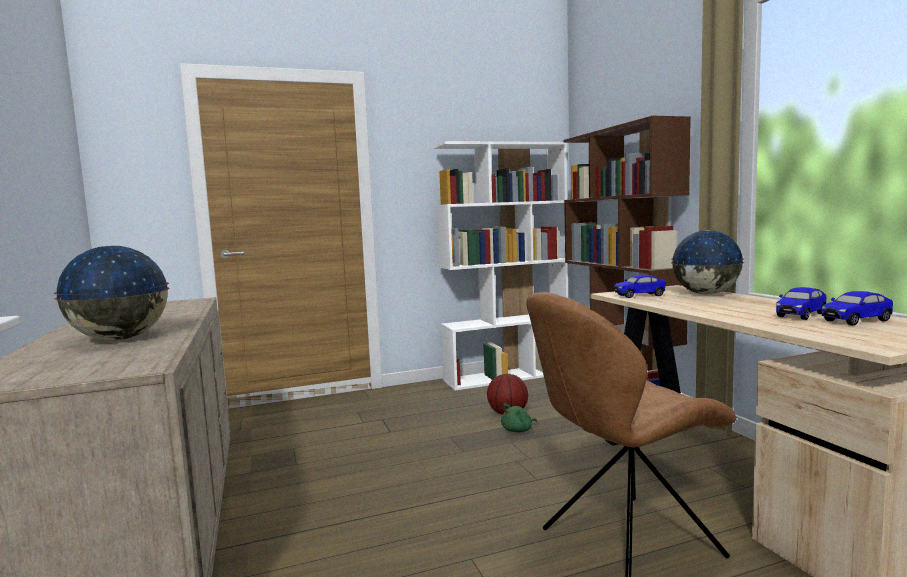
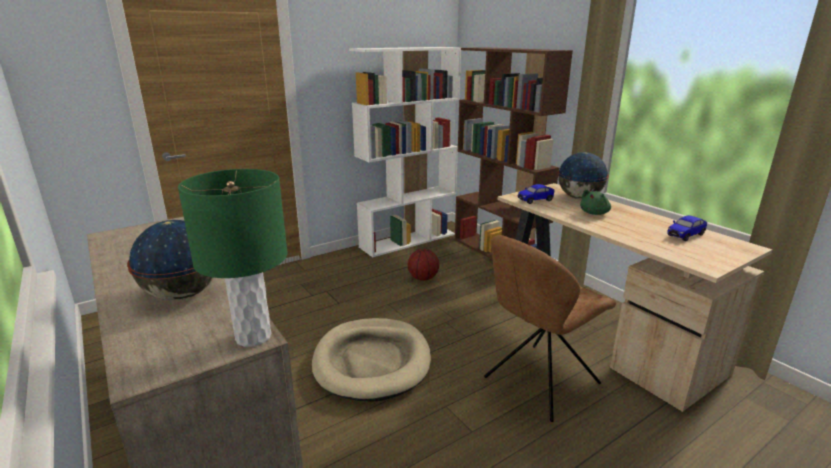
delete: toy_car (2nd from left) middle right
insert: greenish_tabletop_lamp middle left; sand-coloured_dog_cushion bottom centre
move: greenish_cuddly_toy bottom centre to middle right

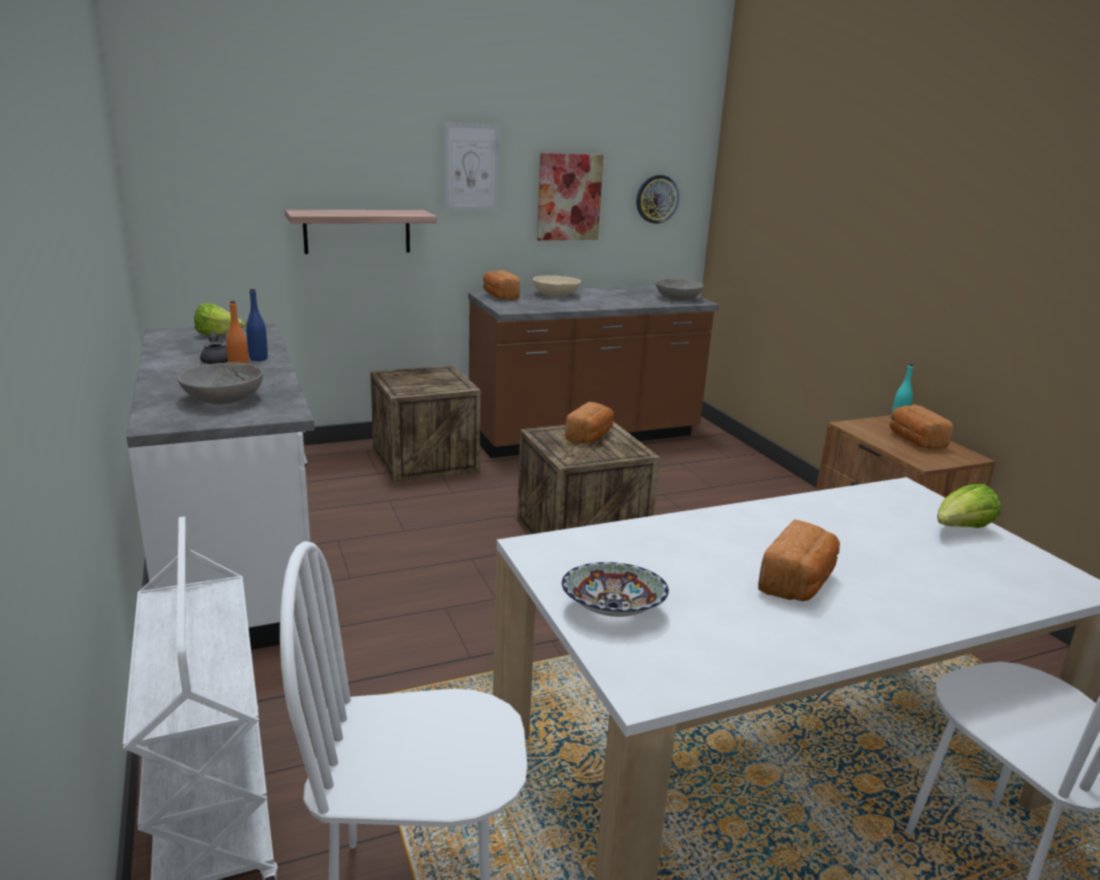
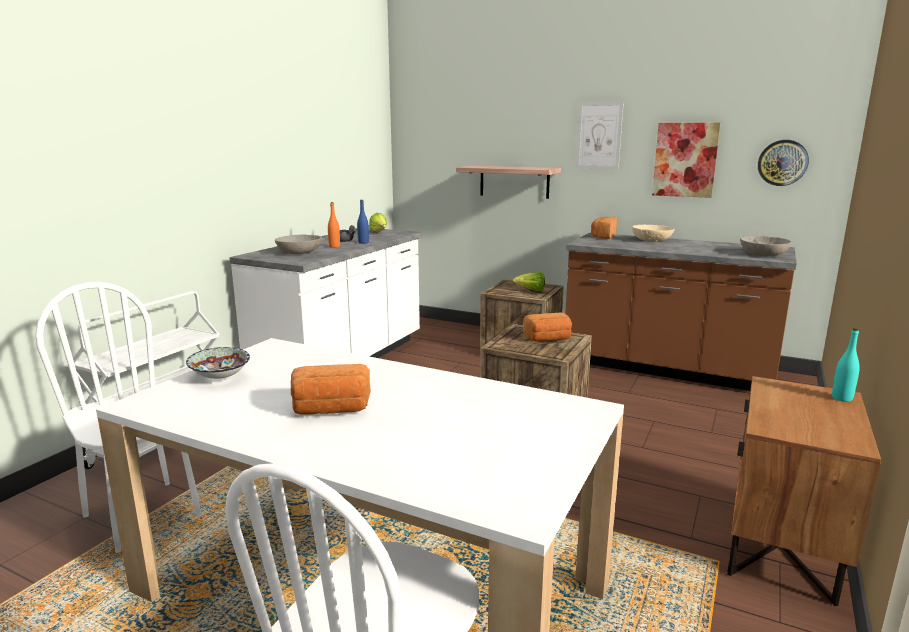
delete: baked_bread (4th from left) middle right
move: lettuce_head (2nd from left) middle right to centre

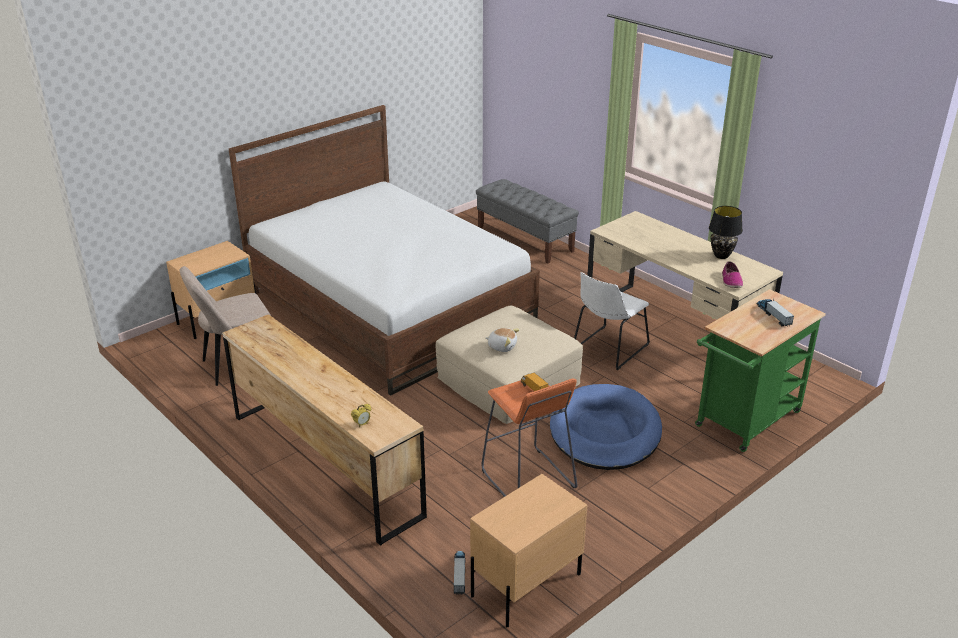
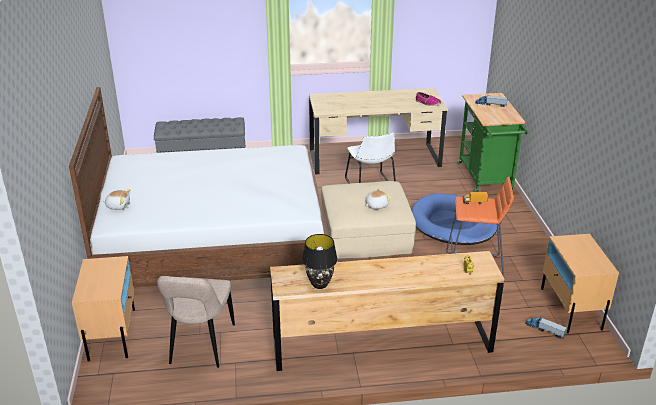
insert: cuddly_toy (1st from left) middle left
move: black-coloured_tabletop_lamp middle right to centre

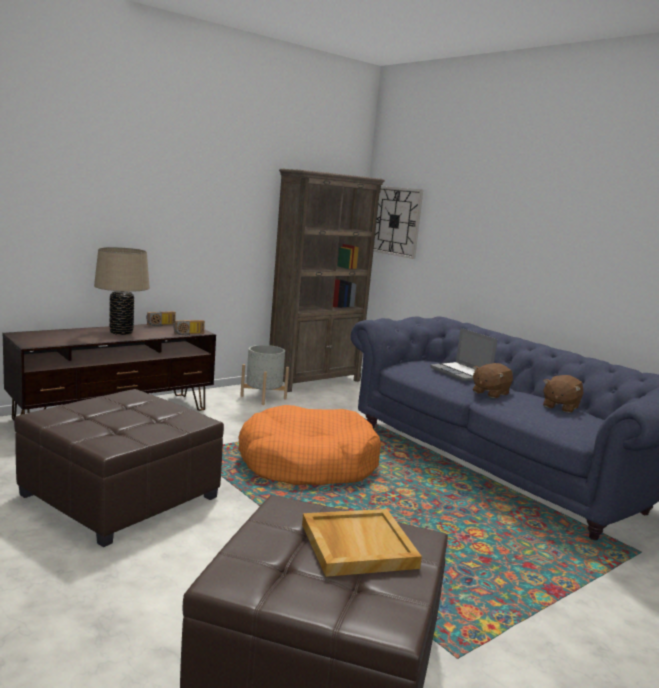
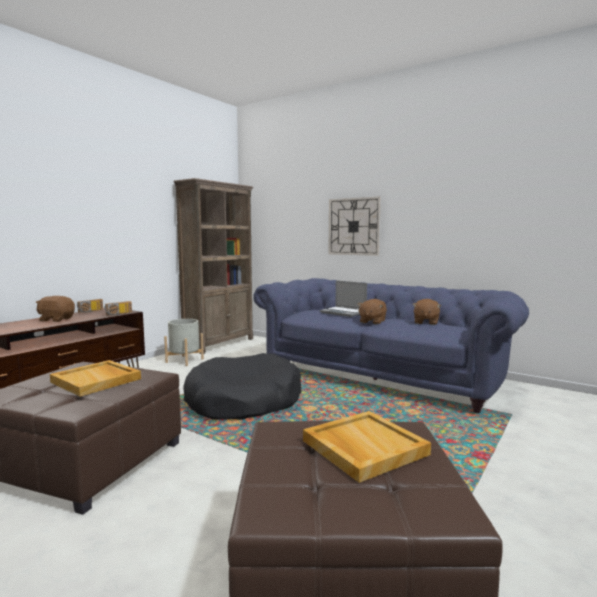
insert: sand-coloured_tray (1st from left) middle left
move: clock_on_the_wall top centre to centre
replace: sand-coloured_tabletop_lamp middle left to brownish_cuddly_toy (1st from left) middle left
recolor: orangey_dog_cushion centre to black-coloured_dog_cushion centre

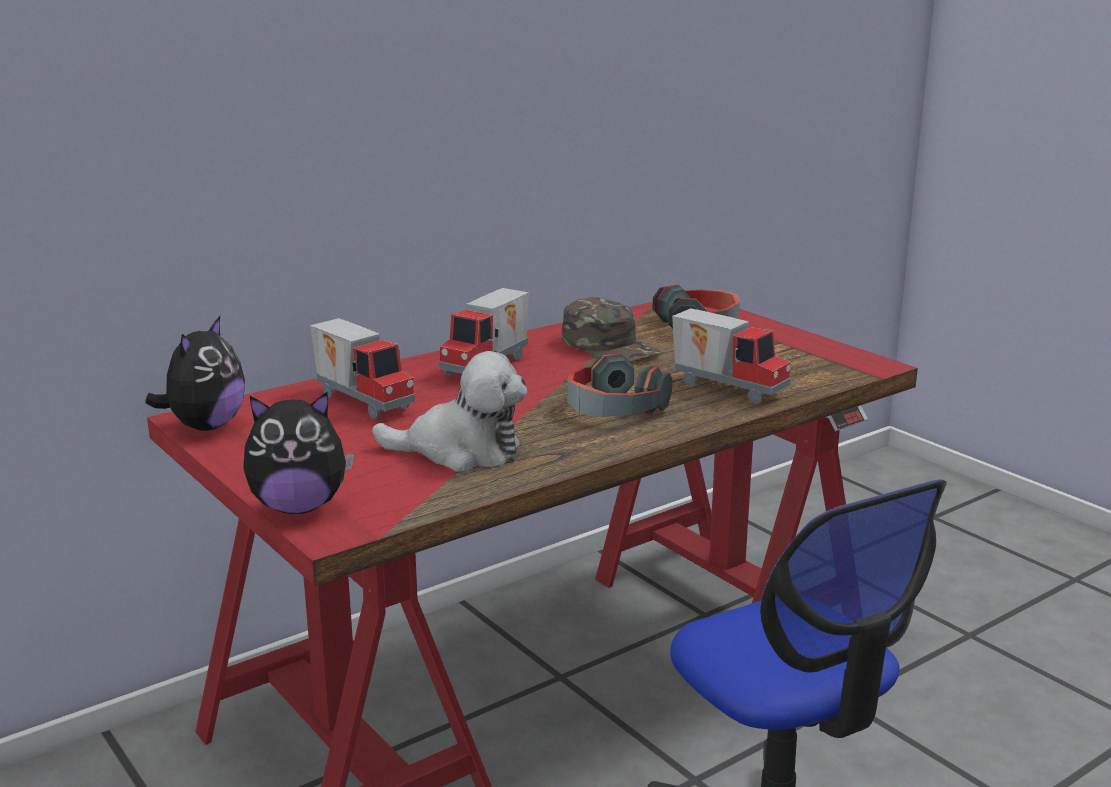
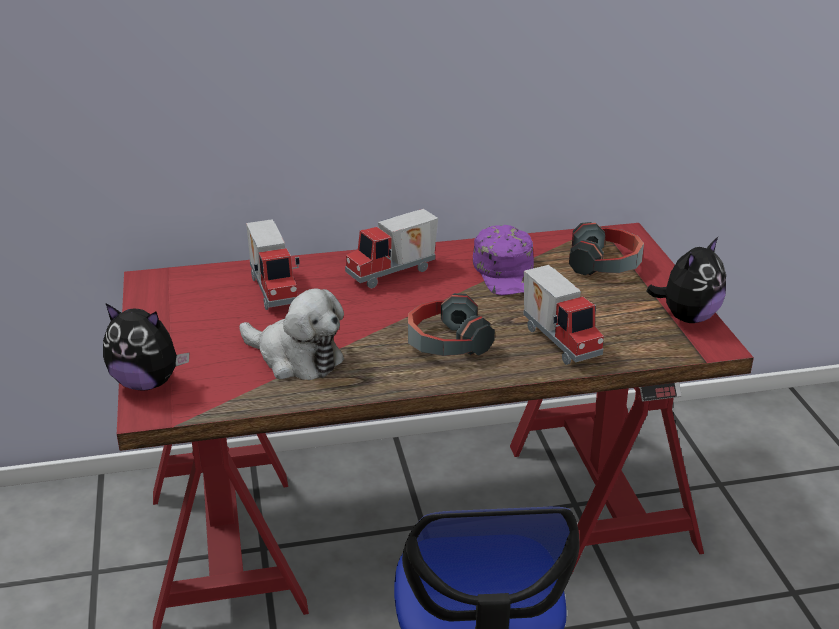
move: cuddly_toy (1st from left in the first image) middle left to cuddly_toy (3rd from left) middle right
recolor: greenish_peaked_cap centre to purple-coloured_peaked_cap centre

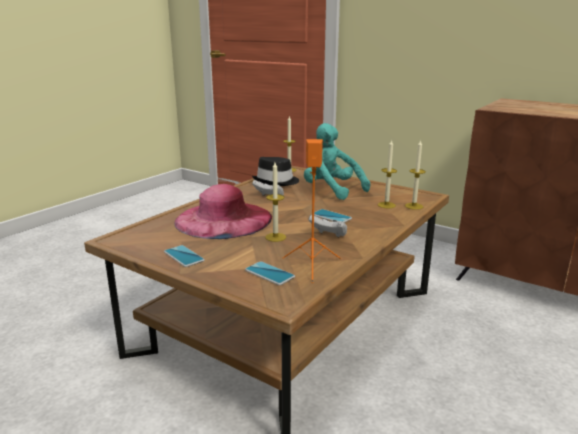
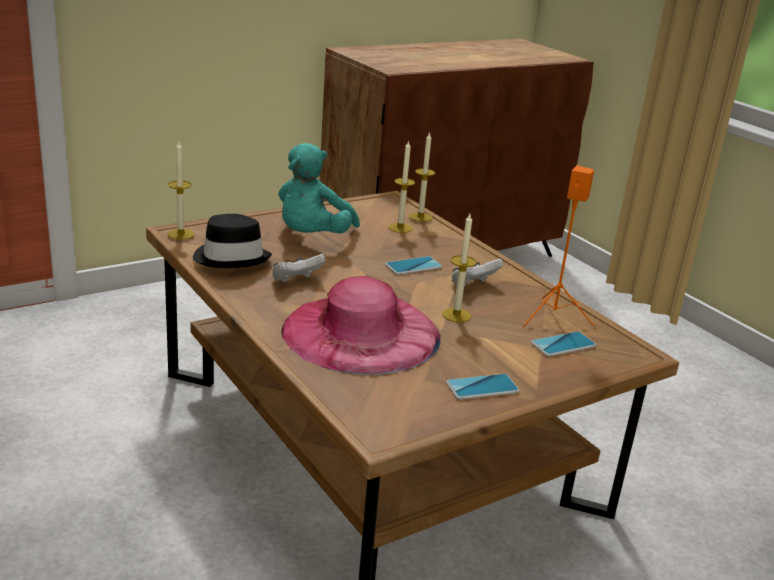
rotate: blue-green_cuddly_toy centre = top centre 45 degrees counterclockwise

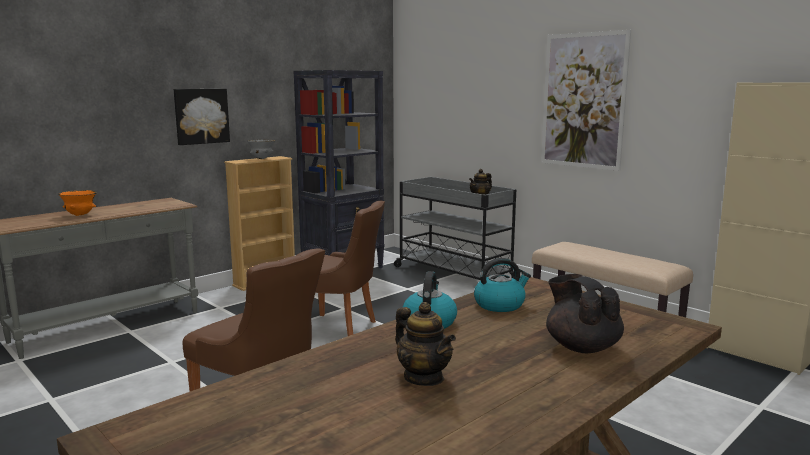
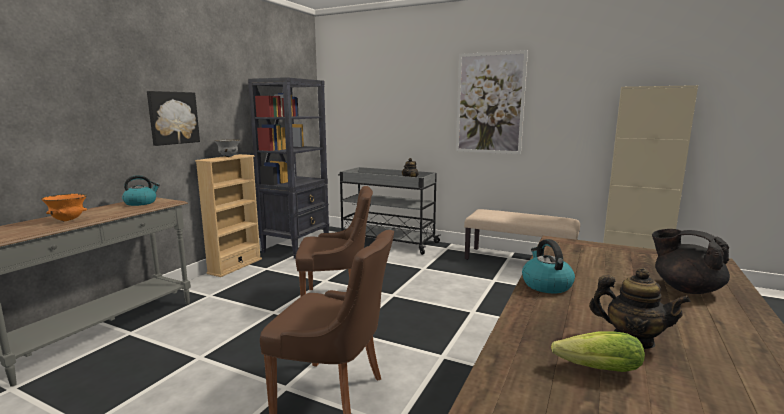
insert: lettuce_head bottom right
move: tea_kettle (2nd from left in the first image) centre to tea_kettle (1st from left) middle left

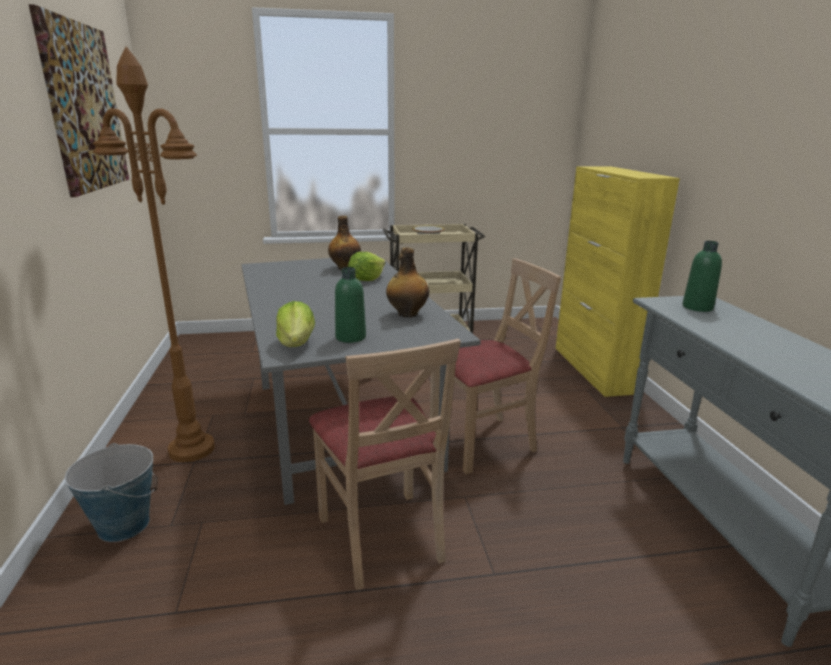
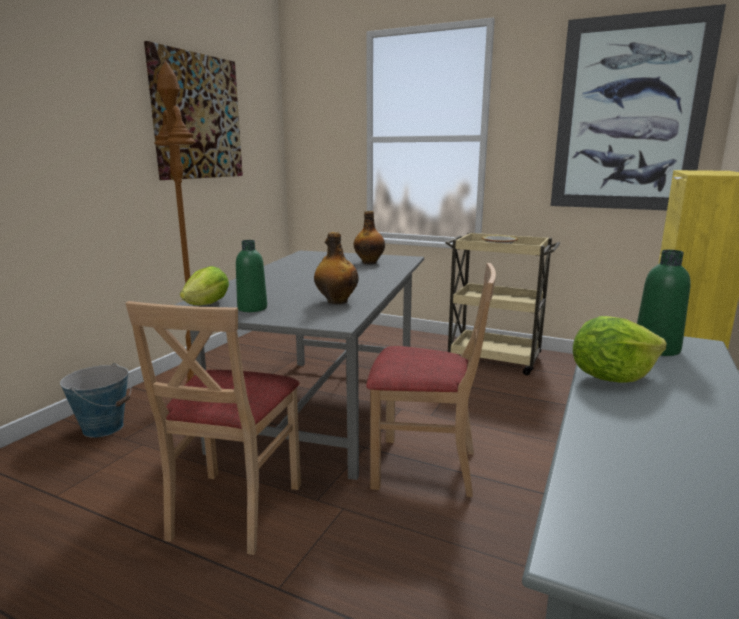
insert: picture (2nd from left) top right
move: lettuce_head (2nd from left) centre to middle right

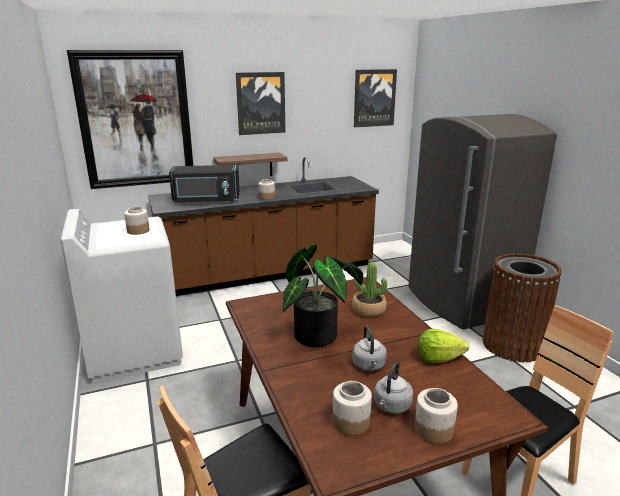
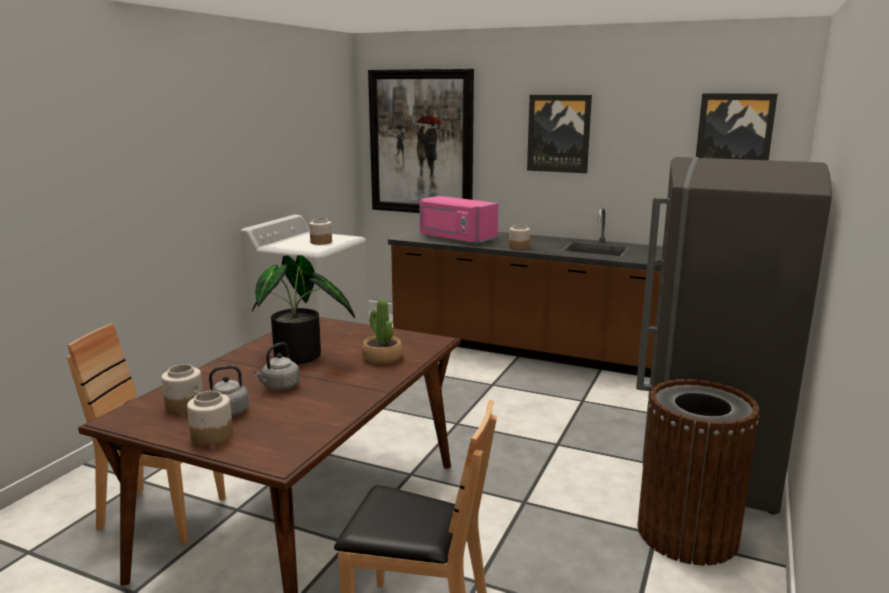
delete: wall_shelf top centre; lettuce_head bottom right
recolor: black-coloured_microwave middle left to pinkish_microwave centre

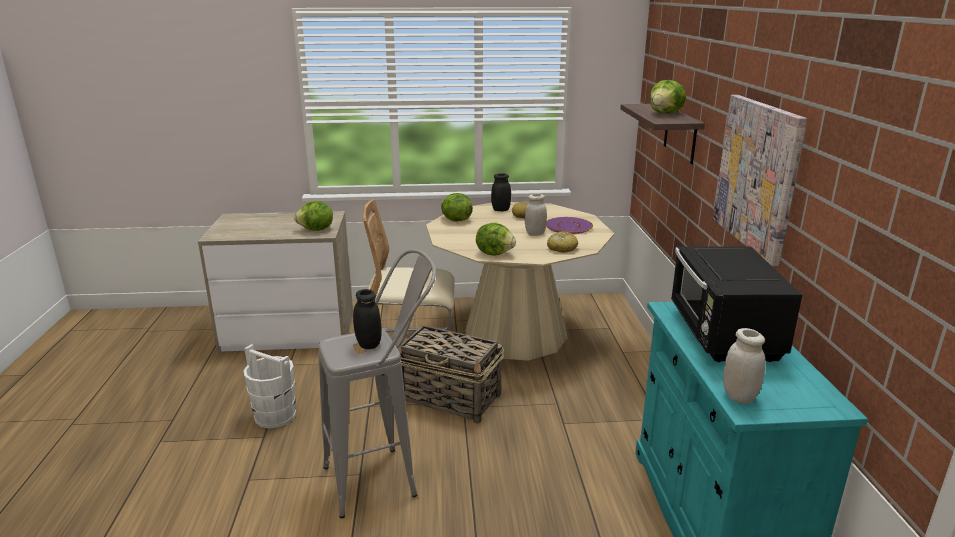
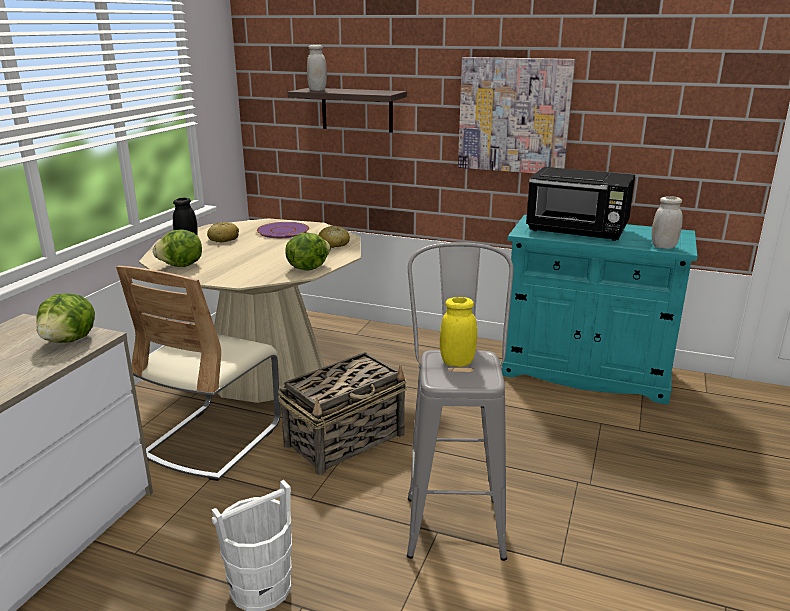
delete: lettuce_head (4th from left) top right
move: whitish_storage_jar (1st from left) centre to top centre
recolor: black-coloured_storage_jar (1st from left) centre to yellow-coloured_storage_jar centre

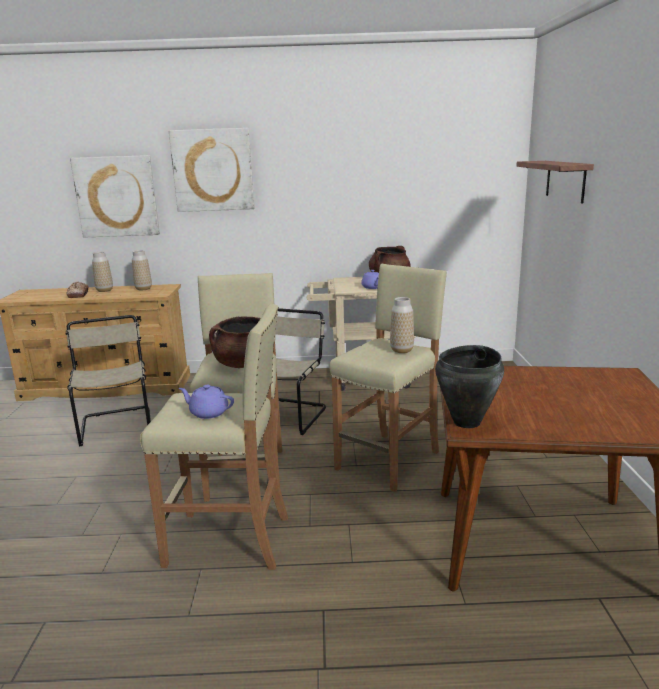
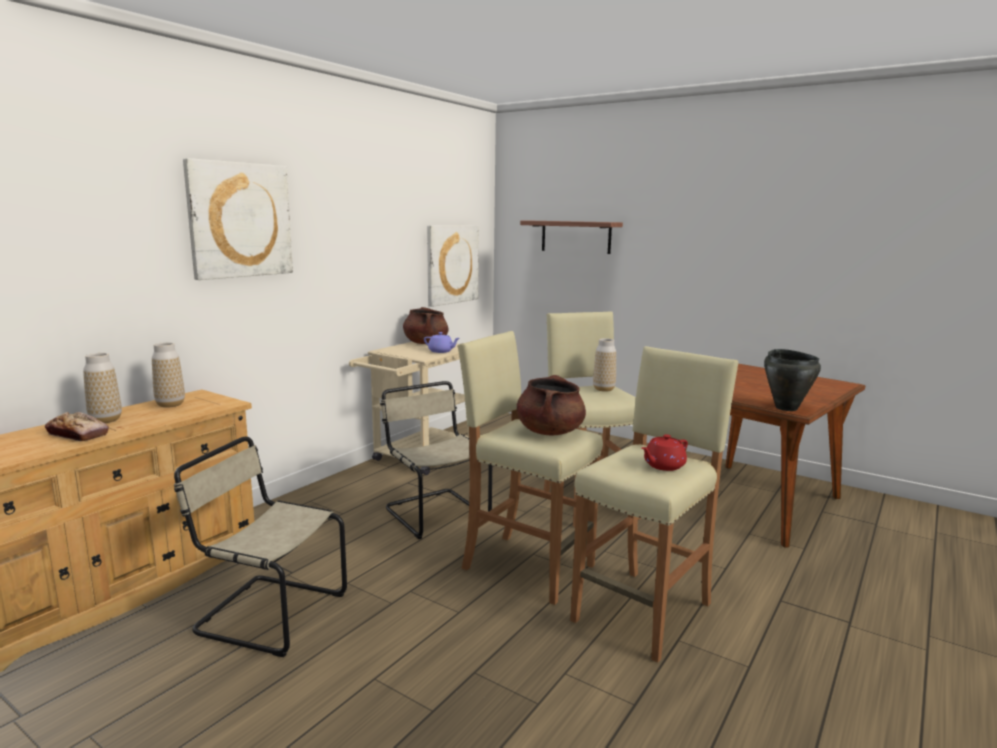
move: picture (1st from left in the first image) top left to picture (2nd from left) centre
recolor: purple-coloured_tea_pot (1st from left) middle left to red_tea_pot centre

